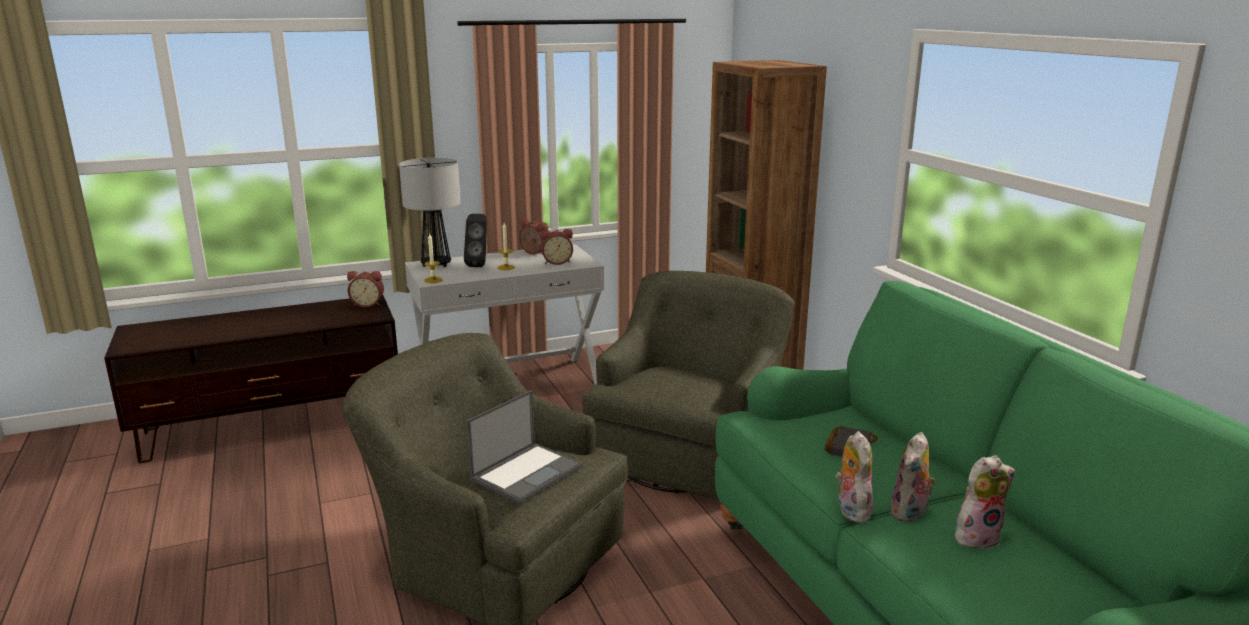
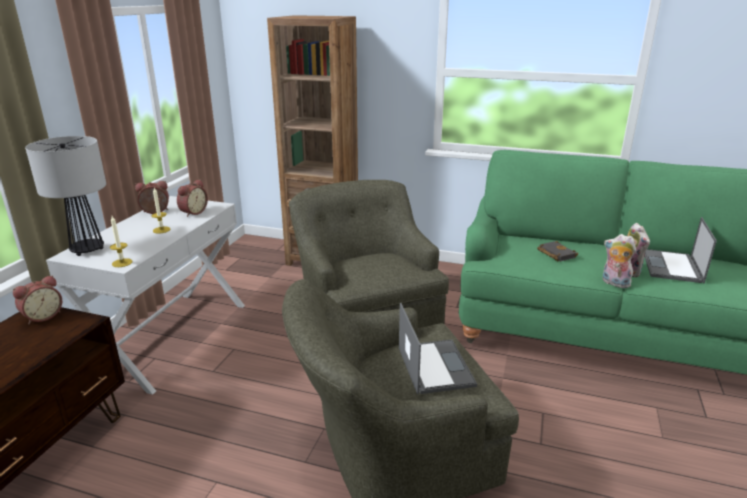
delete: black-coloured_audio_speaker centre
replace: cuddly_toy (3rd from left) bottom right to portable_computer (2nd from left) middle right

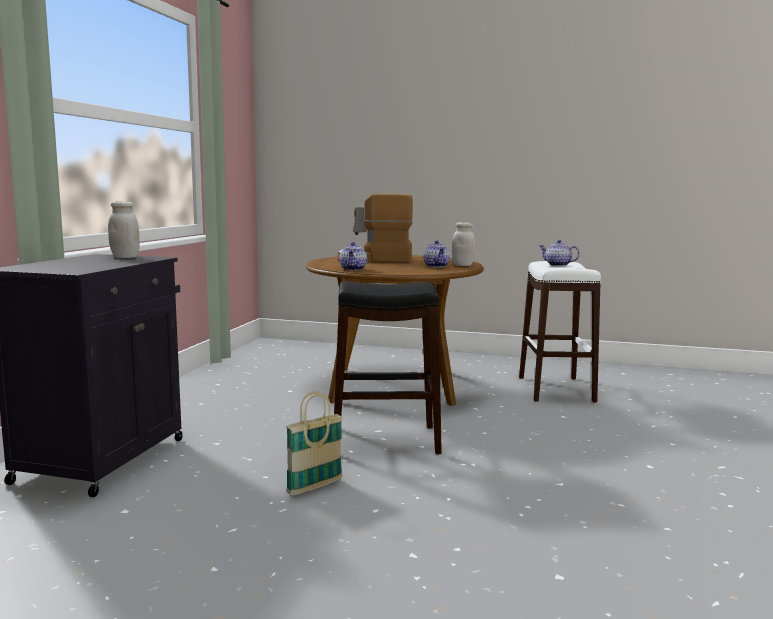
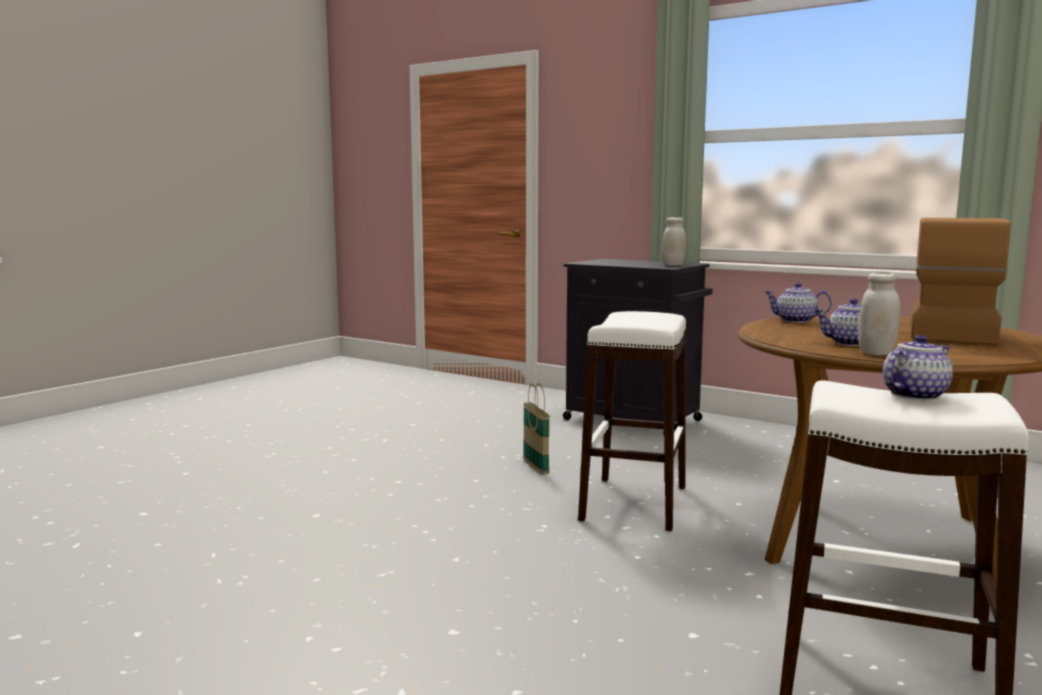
recolor: black-coloured_stool_seat centre to whitish_stool_seat (1st from left) centre

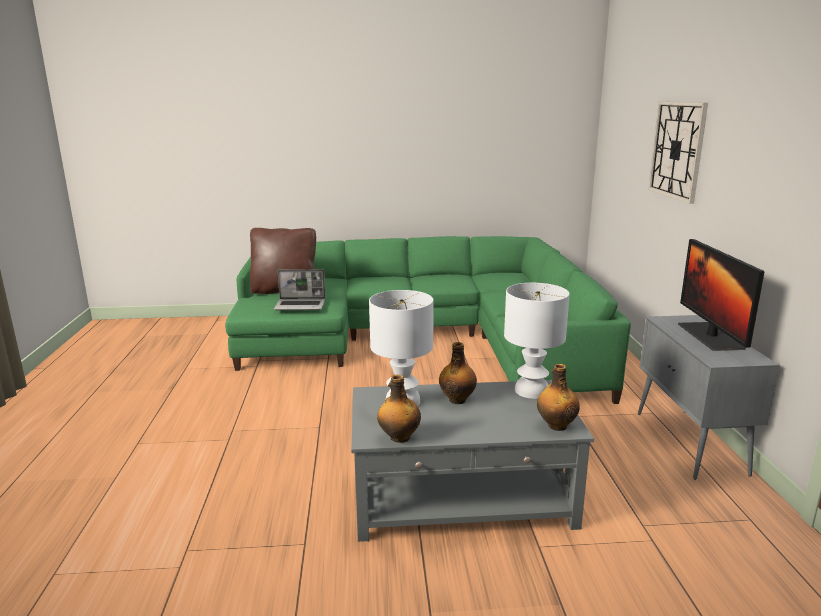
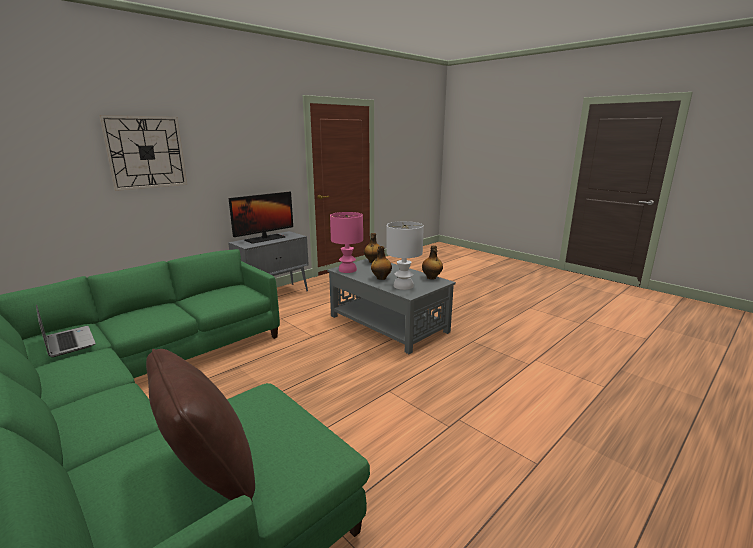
move: portable_computer centre to middle left
recolor: whitish_tabletop_lamp (2nd from left) centre to pinkish_tabletop_lamp centre

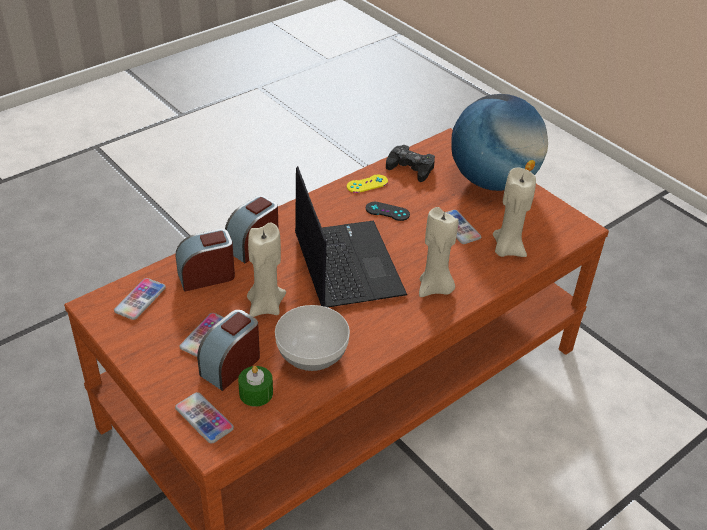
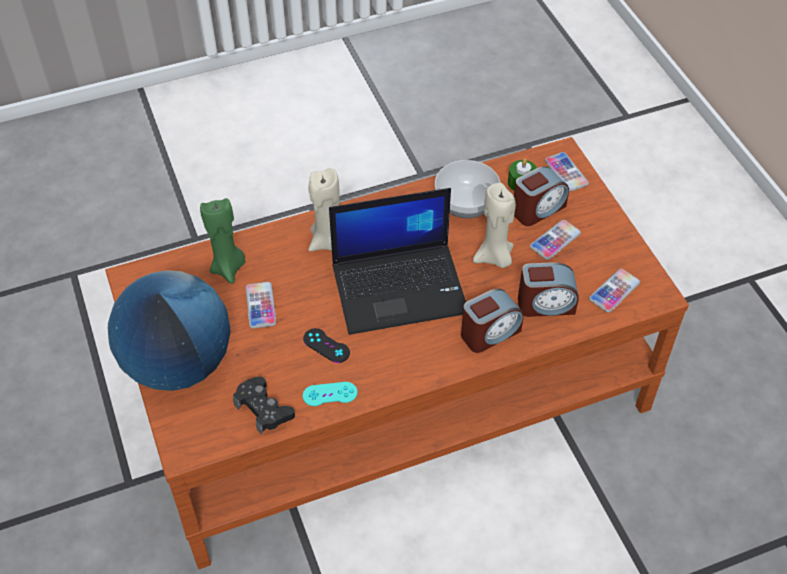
recolor: sand-coloured_wax_light (3rd from left) middle right to greenish_wax_light (1st from left) middle left; yellow-coloured_gamepad centre to blue-green_gamepad bottom centre
rotate: portable_computer centre = centre 105 degrees counterclockwise

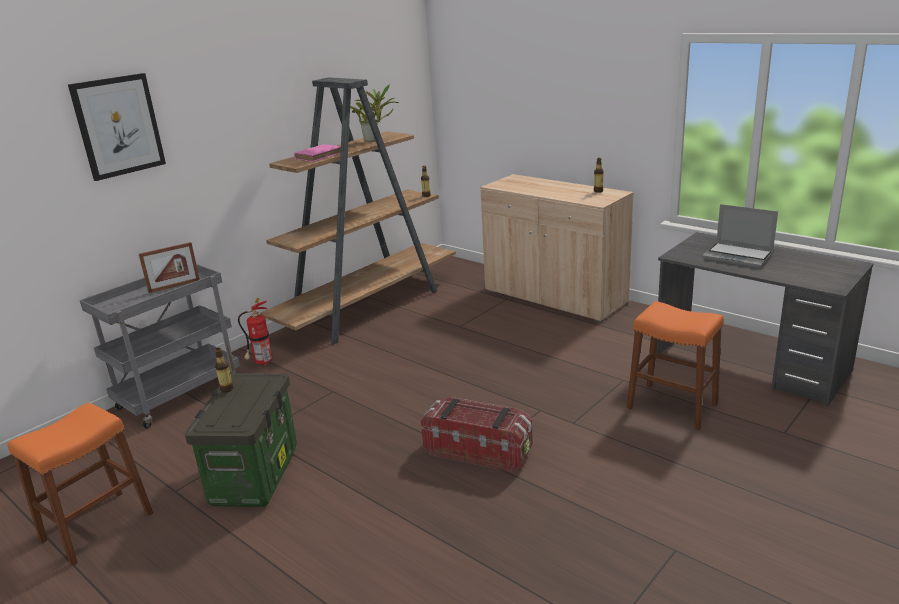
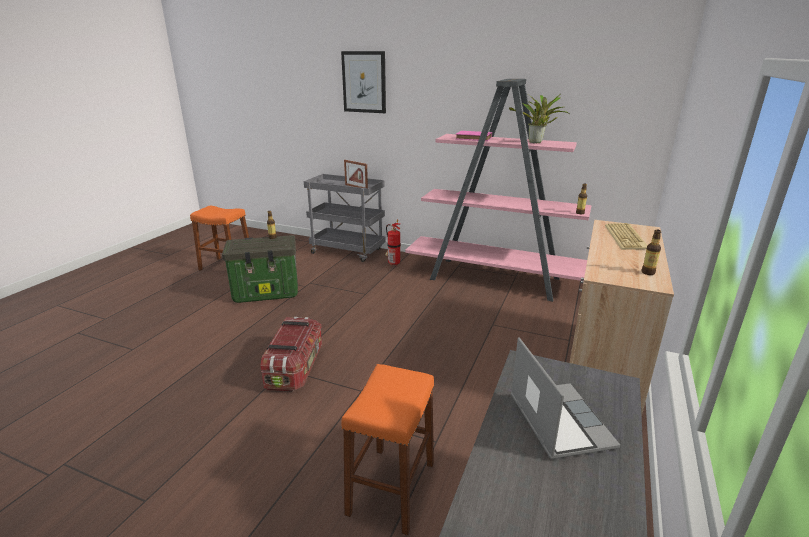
insert: PC_keyboard middle right
recolor: brownish_bookcase centre to pinkish_bookcase centre
rotate: portable_computer middle right = bottom right 150 degrees clockwise

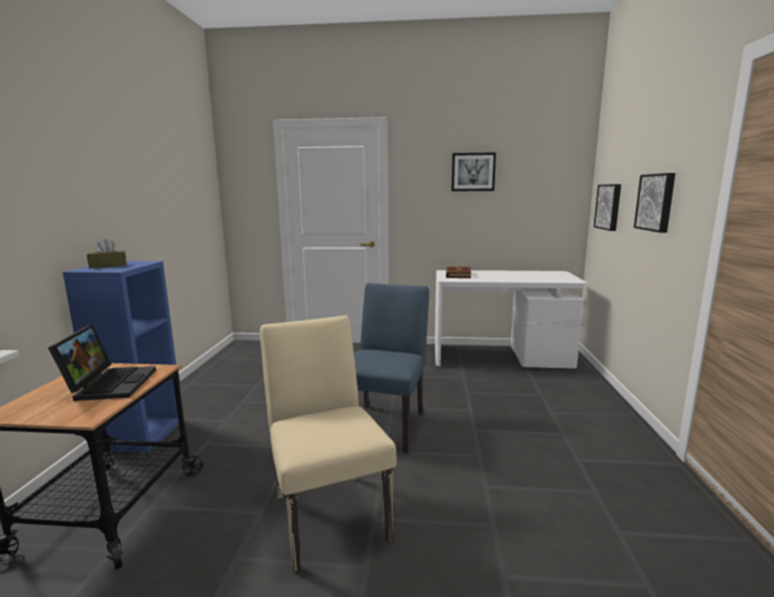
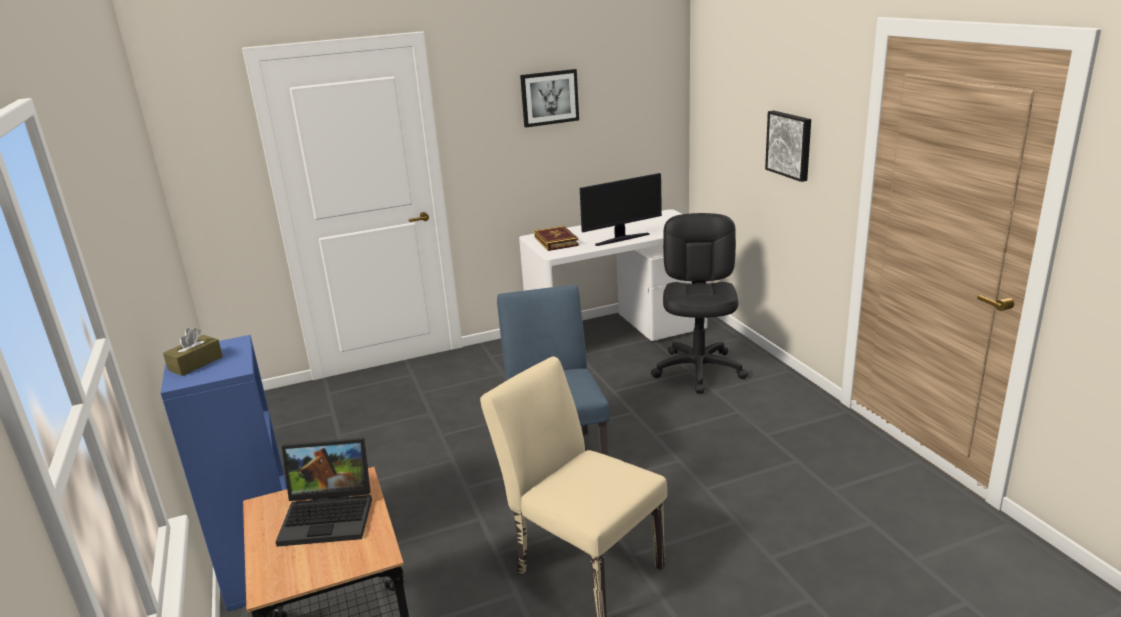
delete: picture (2nd from left) middle right
insert: computer_screen centre; black-coloured_office_chair centre
rotate: portable_computer middle left = bottom left 120 degrees clockwise

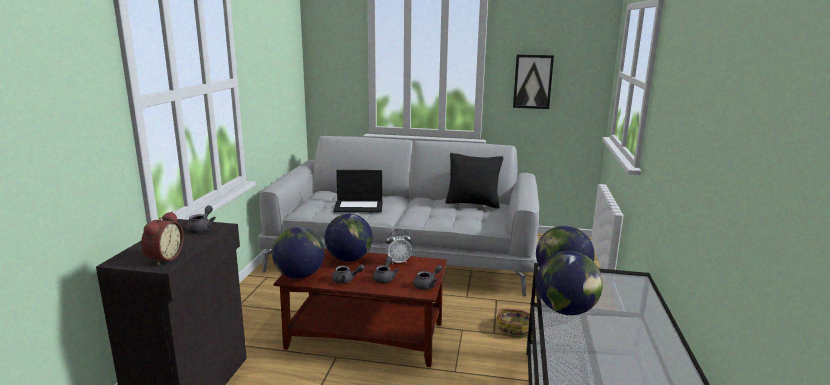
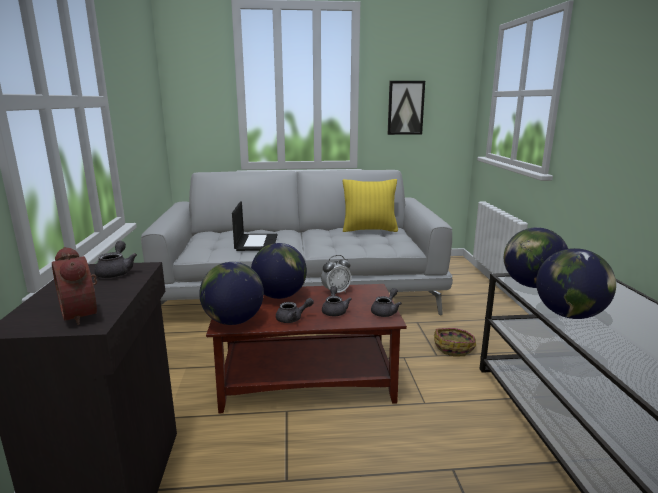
recolor: black-coloured_pillow centre to yellow-coloured_pillow centre
rotate: bedside_clock (1st from left) middle left = middle left 150 degrees clockwise; portable_computer centre = centre 75 degrees counterclockwise

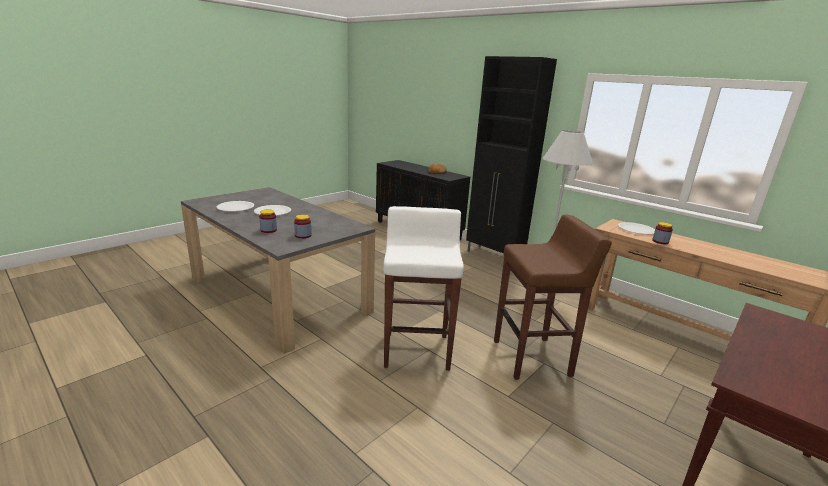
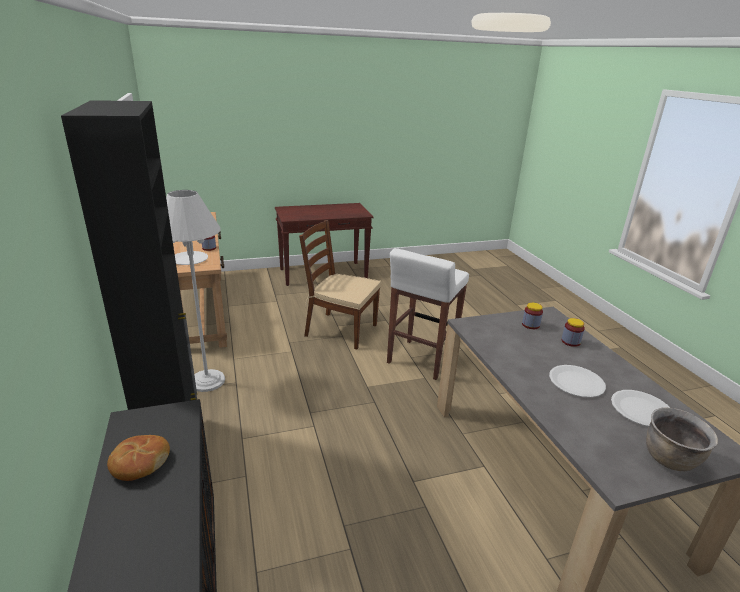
insert: brownish_stockpot bottom right
replace: brownish_stool_seat middle right to brownish_plain_chair centre

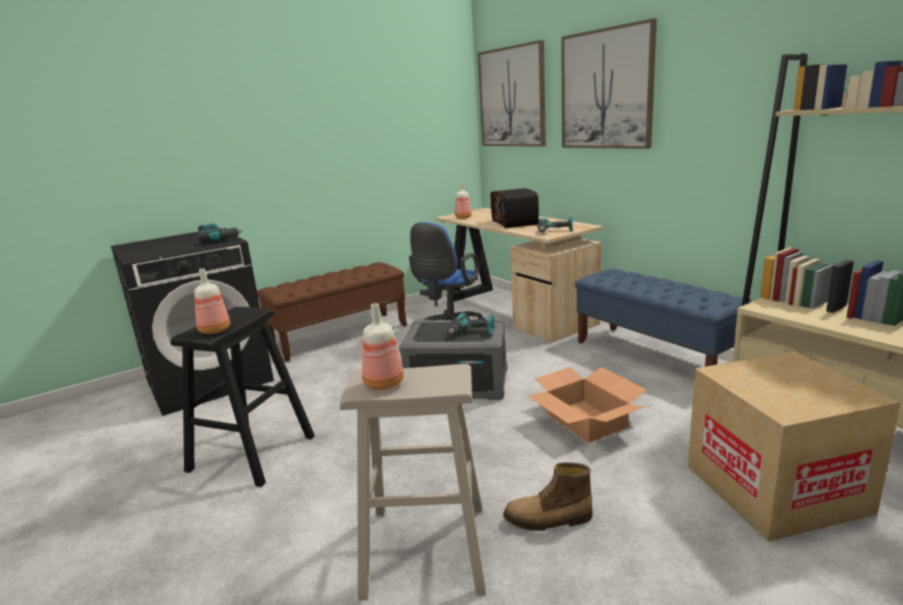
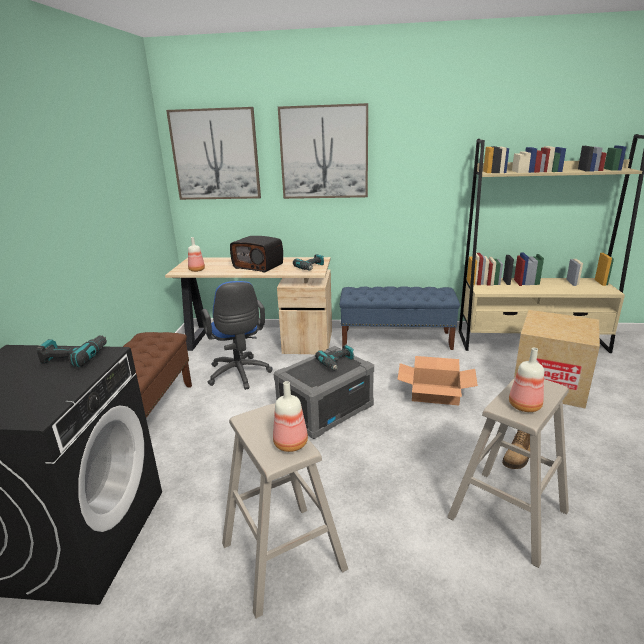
recolor: black-coloured_stool_seat middle left to sand-coloured_stool_seat (1st from left) bottom centre

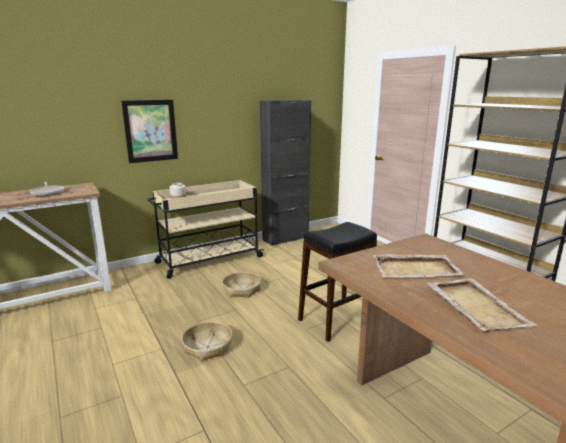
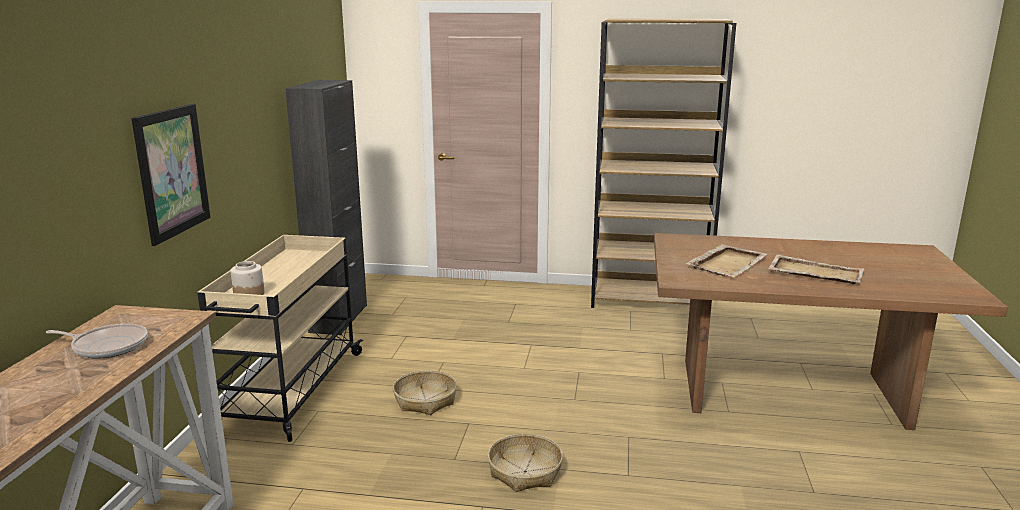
delete: black-coloured_stool_seat centre

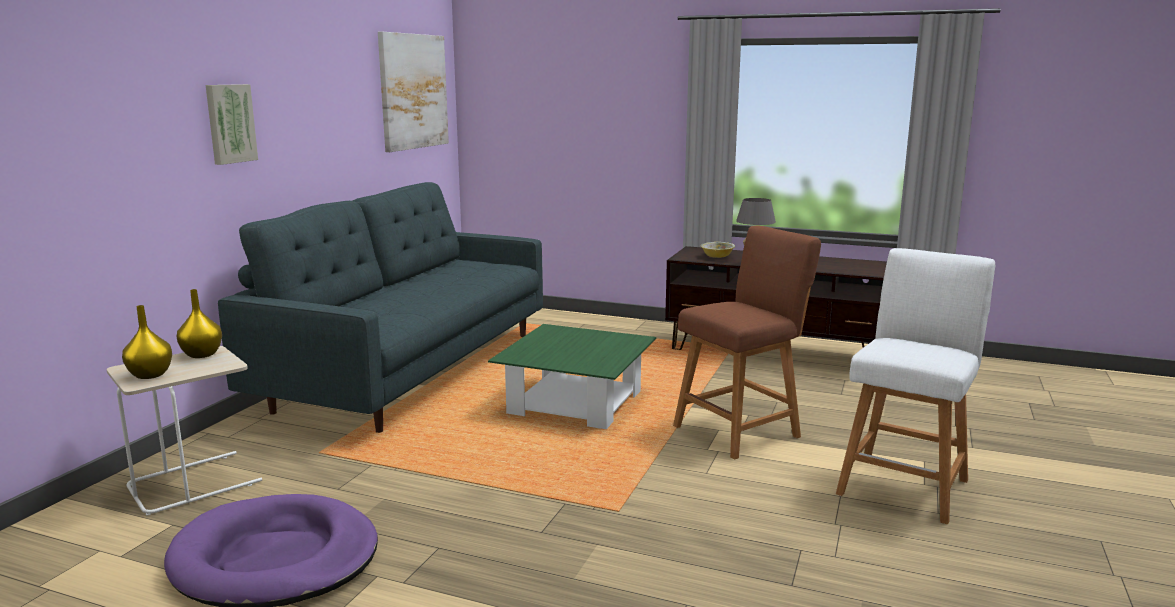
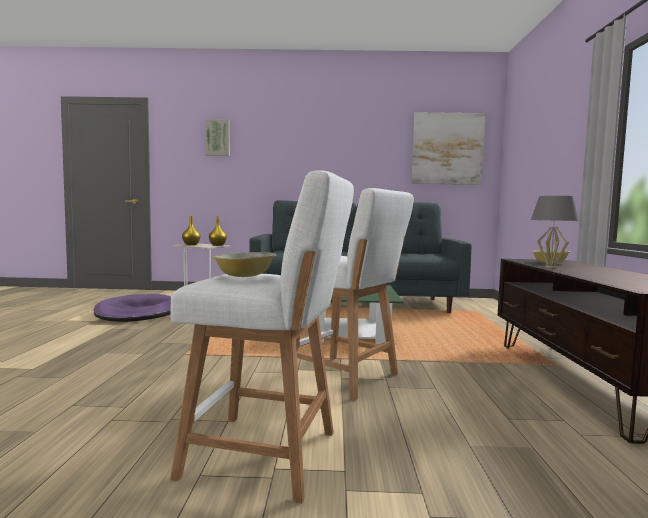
insert: bowl (1st from left) centre
move: picture (1st from left) top left to top centre
recolor: brownish_stool_seat centre to whitish_stool_seat (2nd from left) centre

